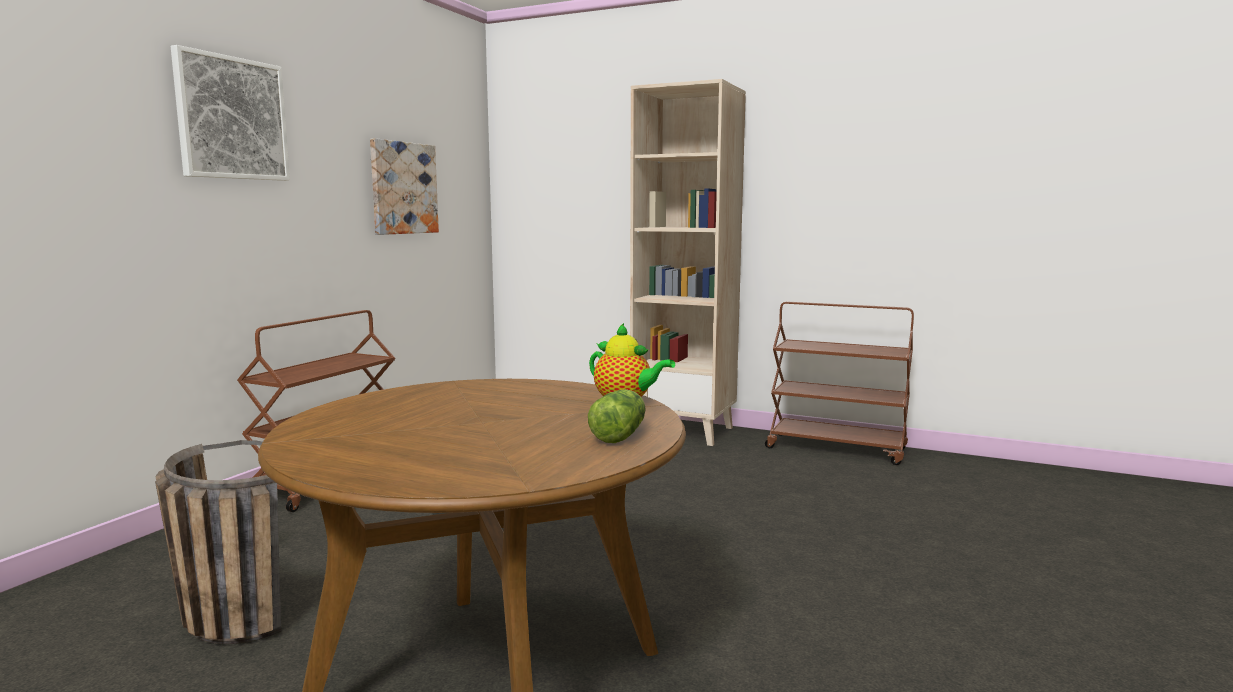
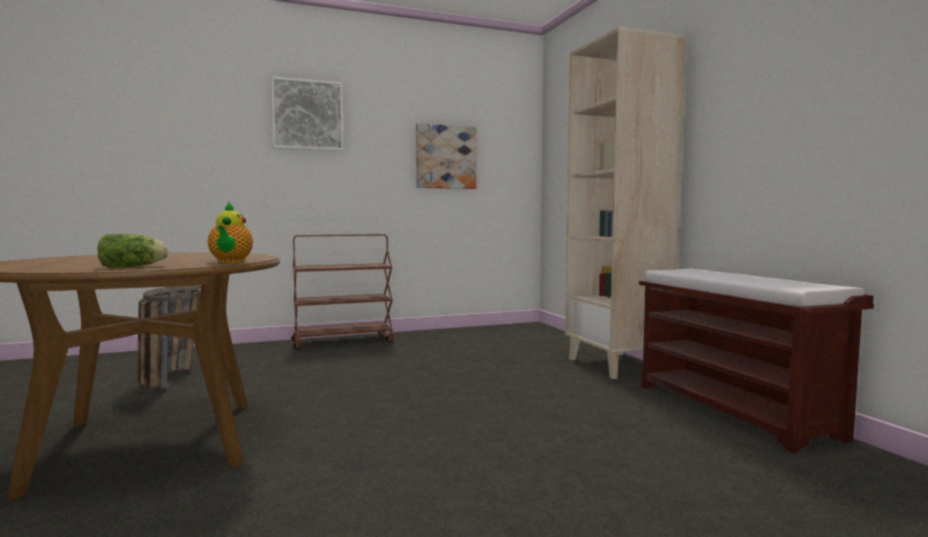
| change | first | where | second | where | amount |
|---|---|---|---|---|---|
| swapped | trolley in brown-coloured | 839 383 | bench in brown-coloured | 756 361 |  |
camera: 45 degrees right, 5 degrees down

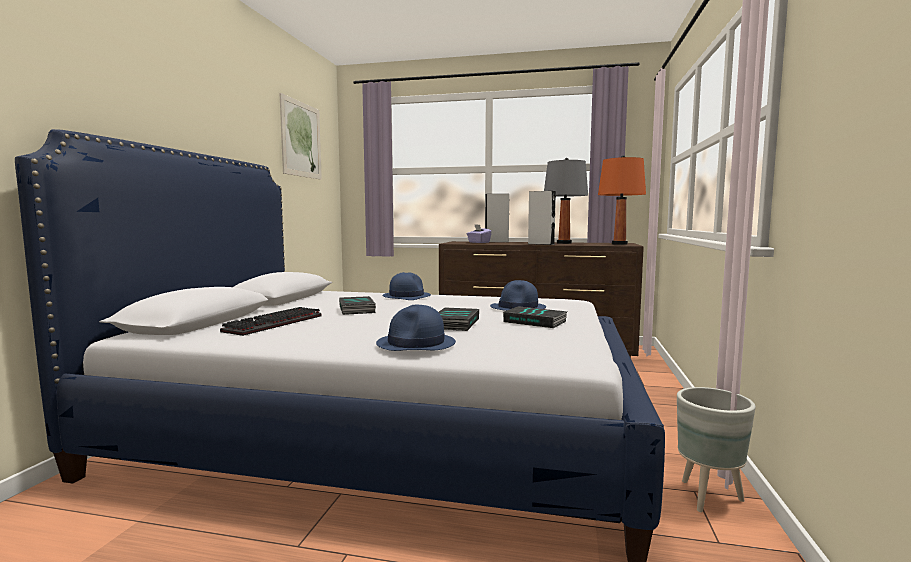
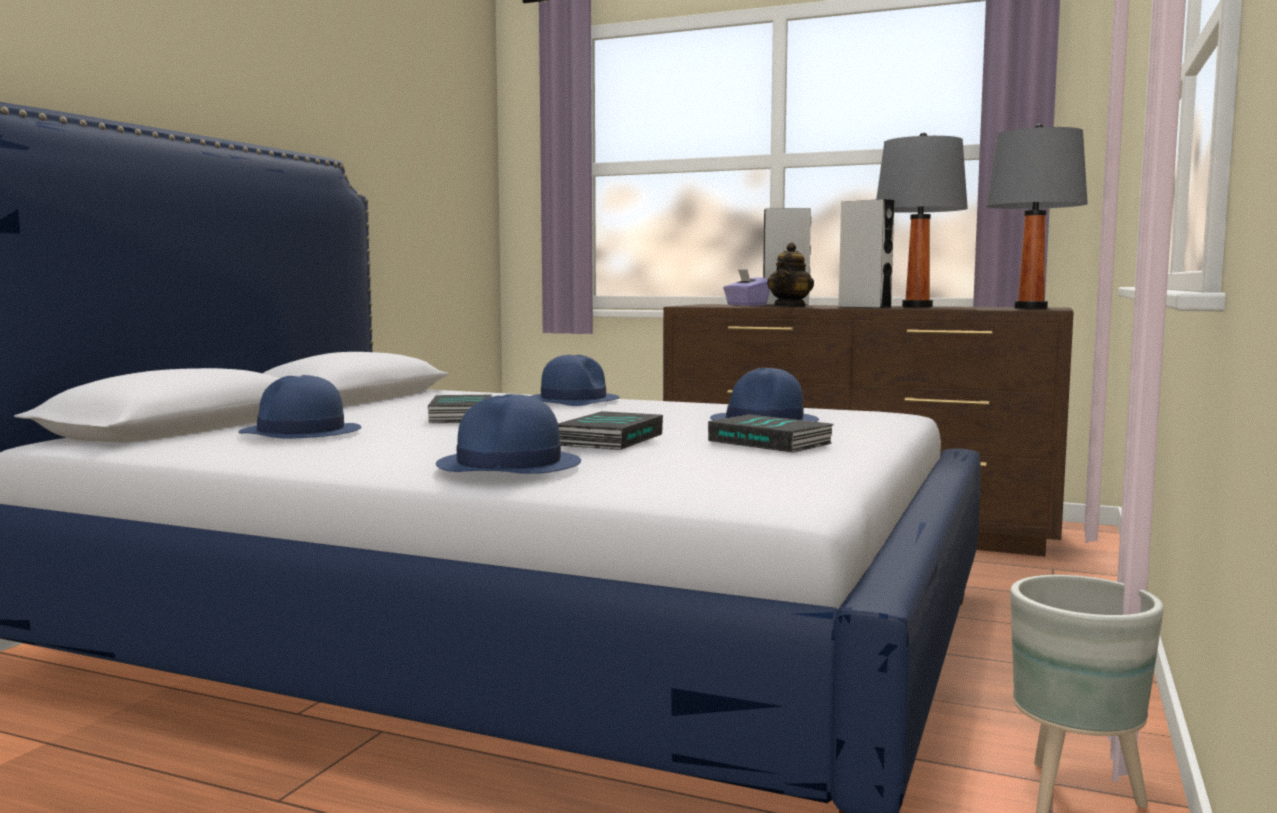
| change | first | where | second | where | amount |
|---|---|---|---|---|---|
| gone | wall picture | 300 136 |  |  |  |
| repainted | tabletop lamp in orange | 622 200 | tabletop lamp in grey | 1037 216 |  |
| swapped | PC keyboard | 271 321 | wearable hat in blue | 300 407 |  |
| new |  |  | pot for tea | 790 275 |  |
camera: 10 degrees right, 0 degrees up

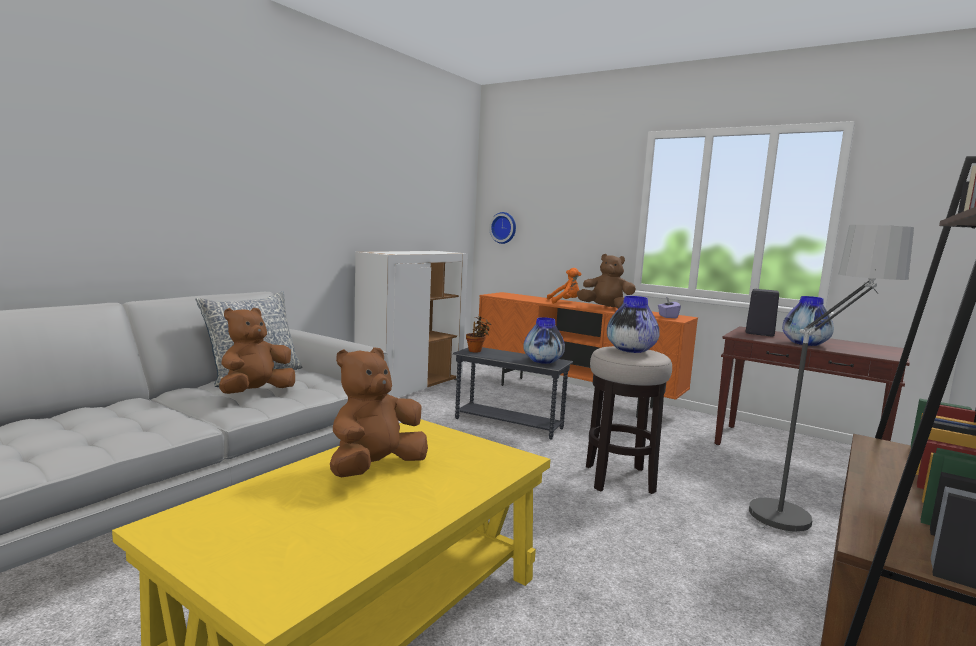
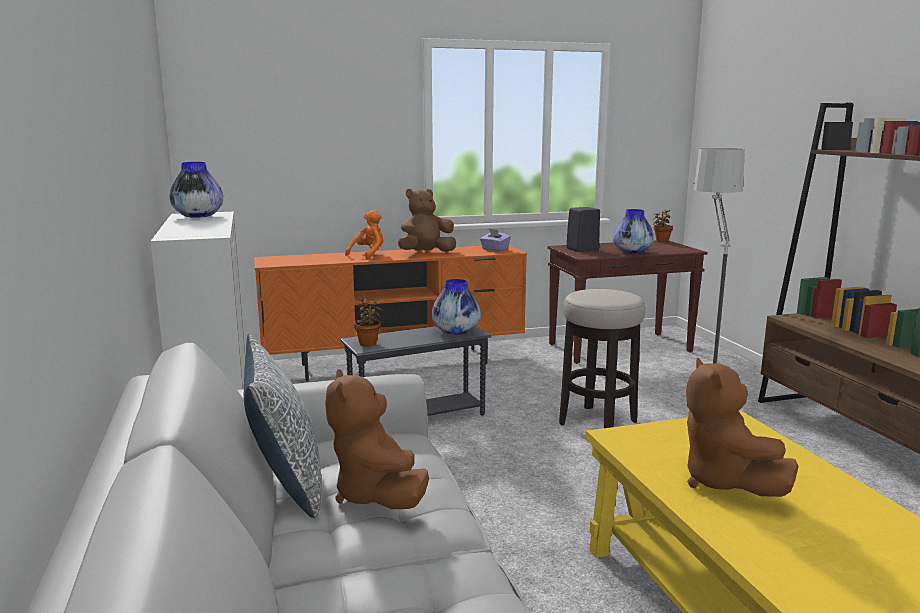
| change | first | where | second | where | amount |
|---|---|---|---|---|---|
| gone | wall clock | 502 228 |  |  |  |
| shifted | vase | 633 324 |  | 196 190 |  |
| new |  |  | plant in a pot | 663 226 |  |
camera: 50 degrees left, 5 degrees up

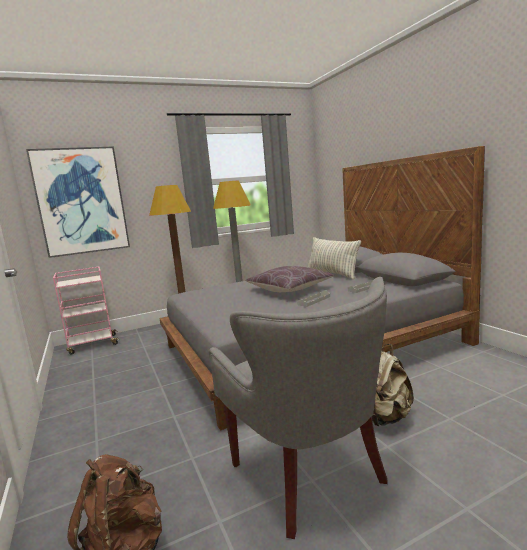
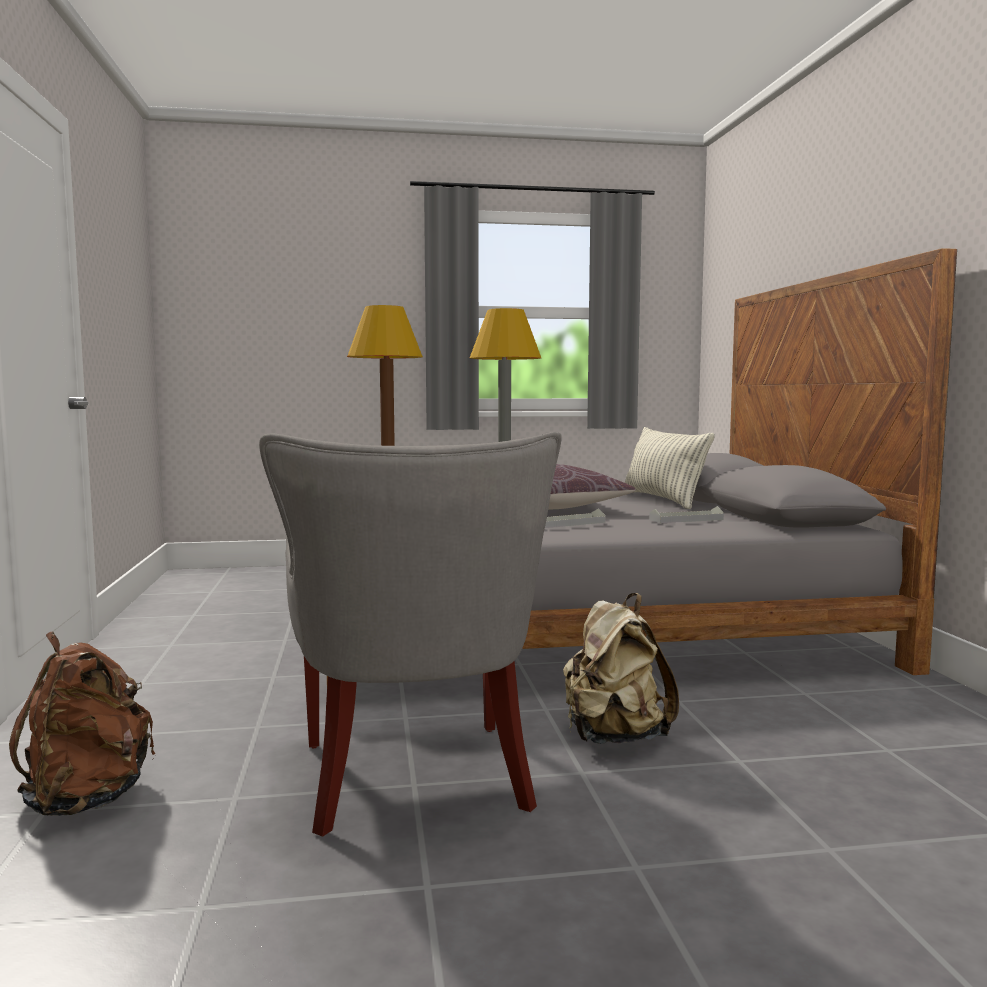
| change | first | where | second | where | amount |
|---|---|---|---|---|---|
| gone | wall picture | 78 202 |  |  |  |
| gone | trolley in pink-coloured | 86 310 |  |  |  |
camera: 15 degrees right, 5 degrees down

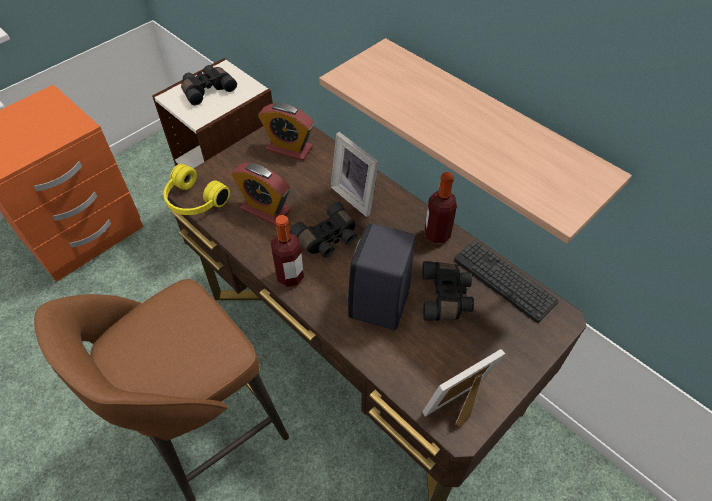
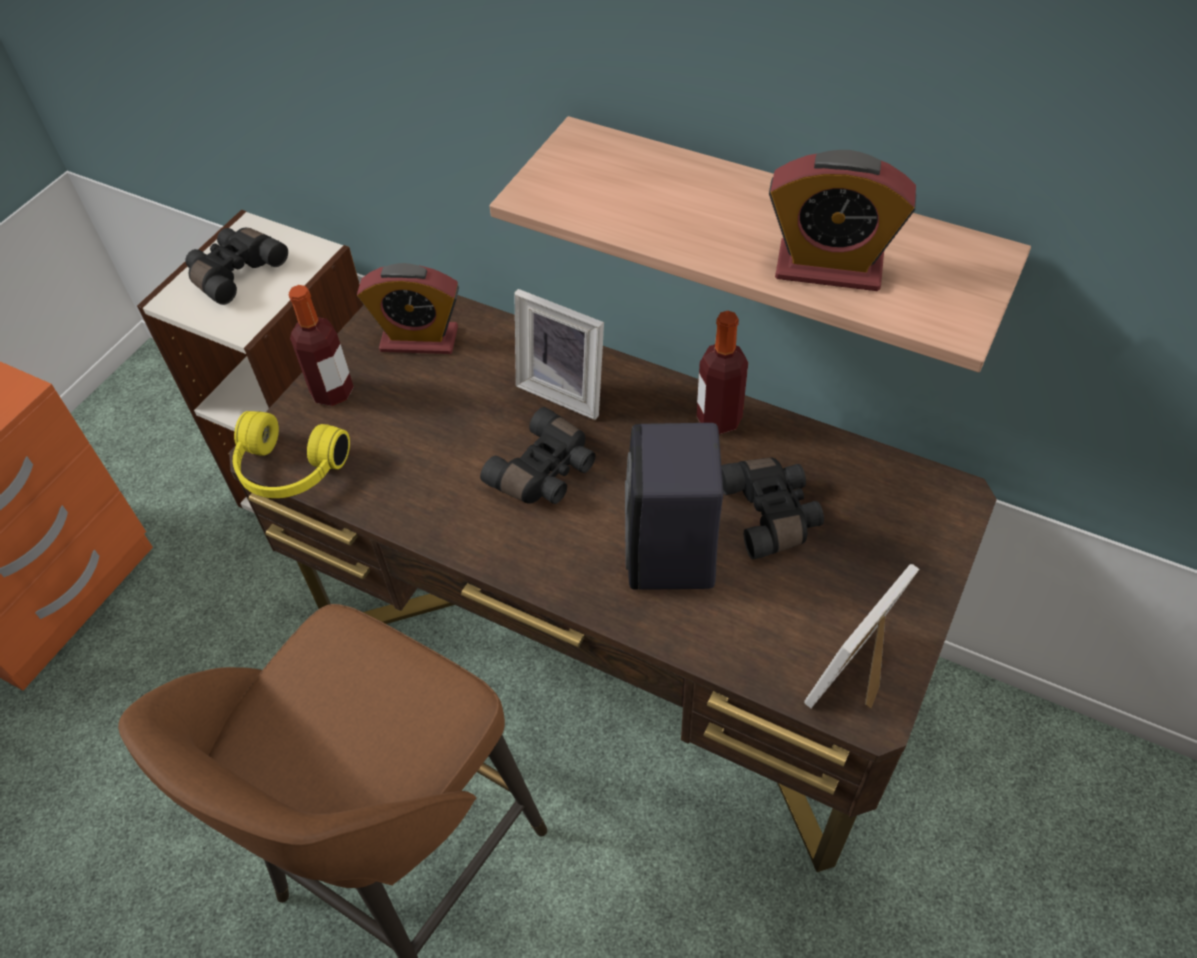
| change | first | where | second | where | amount |
|---|---|---|---|---|---|
| shifted | alarm clock | 261 194 |  | 842 220 |  |
| shifted | bottle | 287 251 |  | 321 345 |  |
| gone | PC keyboard | 506 281 |  |  |  |
camera: 15 degrees left, 0 degrees up

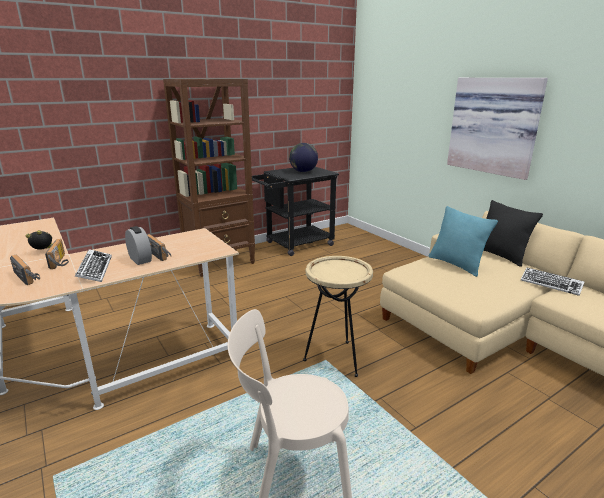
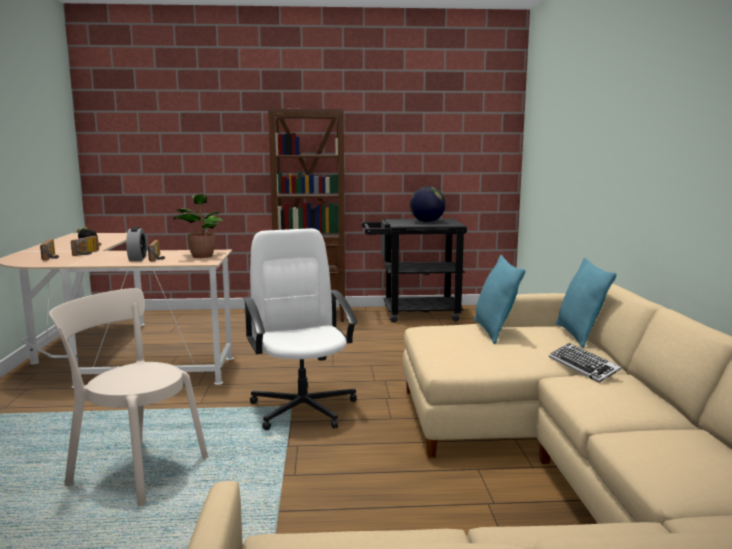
| change | first | where | second | where | amount |
|---|---|---|---|---|---|
| gone | wall picture | 497 129 |  |  |  |
| repainted | cushion in black | 513 233 | cushion in turquoise | 586 303 |  |
| gone | PC keyboard | 93 265 |  |  |  |
| swapped | end table in beige | 338 316 | computer chair in white | 300 329 |  |
| new |  |  | plant in a pot | 198 226 |  |
camera: 30 degrees right, 10 degrees down

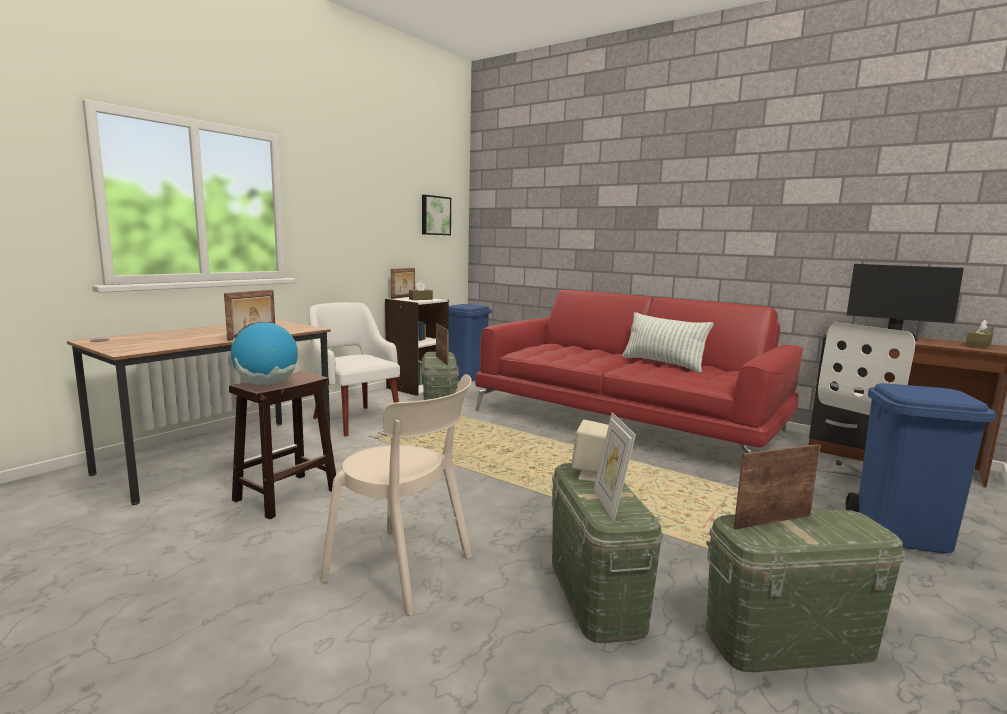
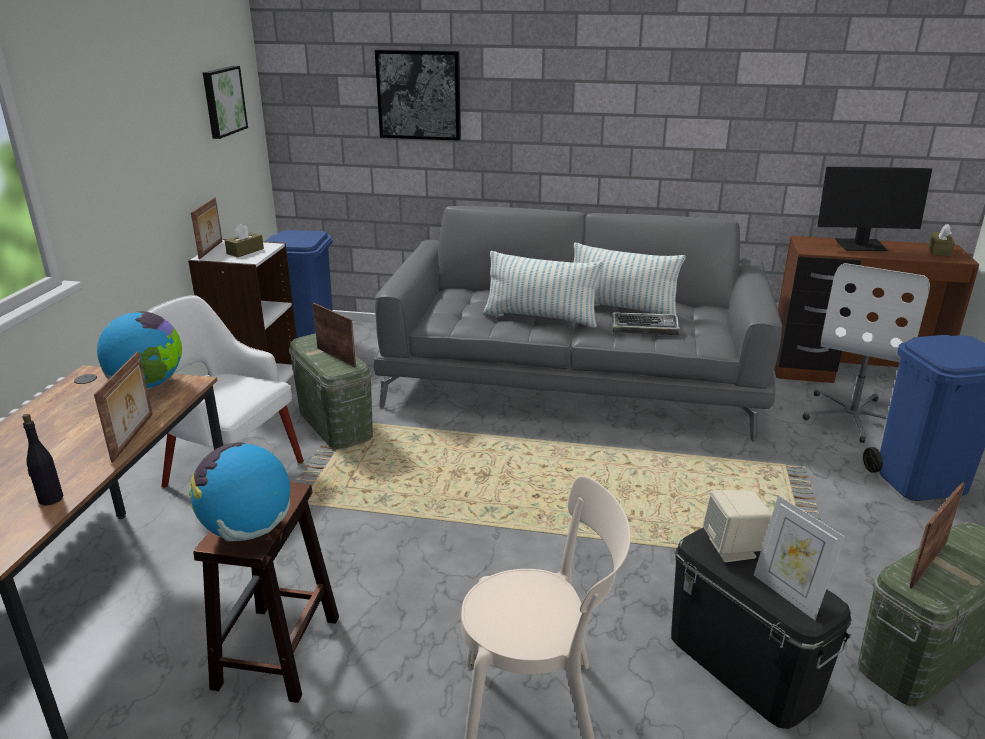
| change | first | where | second | where | amount |
|---|---|---|---|---|---|
| repainted | sofa in red-coloured | 639 371 | sofa in grey | 577 324 |  |
| repainted | storage bin in greenish | 607 553 | storage bin in black | 761 628 |  |
| new |  |  | wall picture | 418 95 |  |
| new |  |  | cushion | 543 289 |  |
| new |  |  | desk globe | 139 350 |  |
| new |  |  | PC keyboard | 645 323 |  |
| new |  |  | bottle in black | 42 459 |  |
camera: 25 degrees left, 15 degrees up

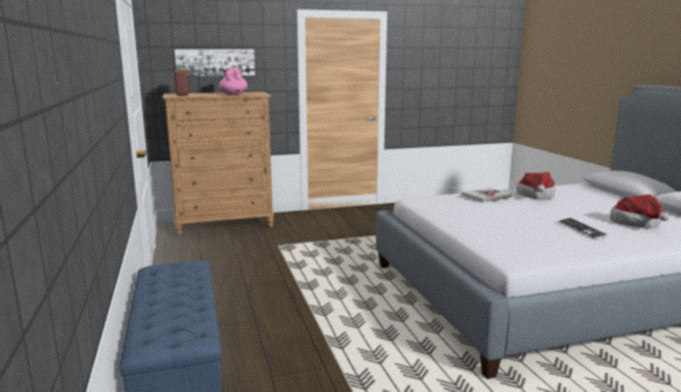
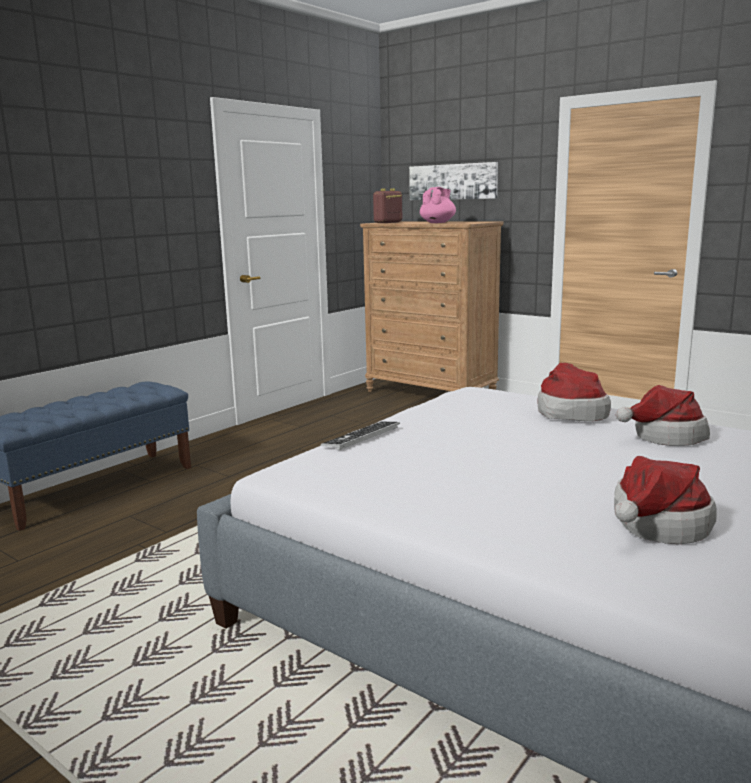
| change | first | where | second | where | amount |
|---|---|---|---|---|---|
| swapped | bound book | 487 195 | wearable hat | 574 392 |  |
| shifted | PC keyboard | 582 228 |  | 360 436 |  |
camera: 55 degrees right, 0 degrees up

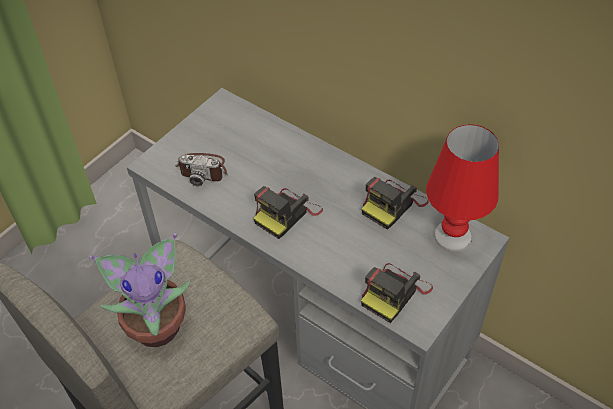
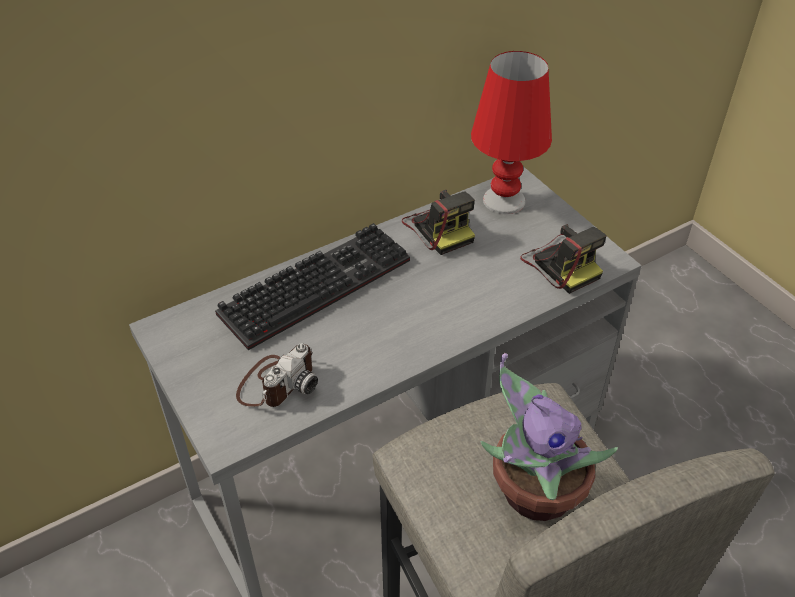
| change | first | where | second | where | amount |
|---|---|---|---|---|---|
| gone | still camera | 288 212 |  |  |  |
| new |  |  | PC keyboard | 312 286 |  |
camera: 70 degrees left, 5 degrees down

